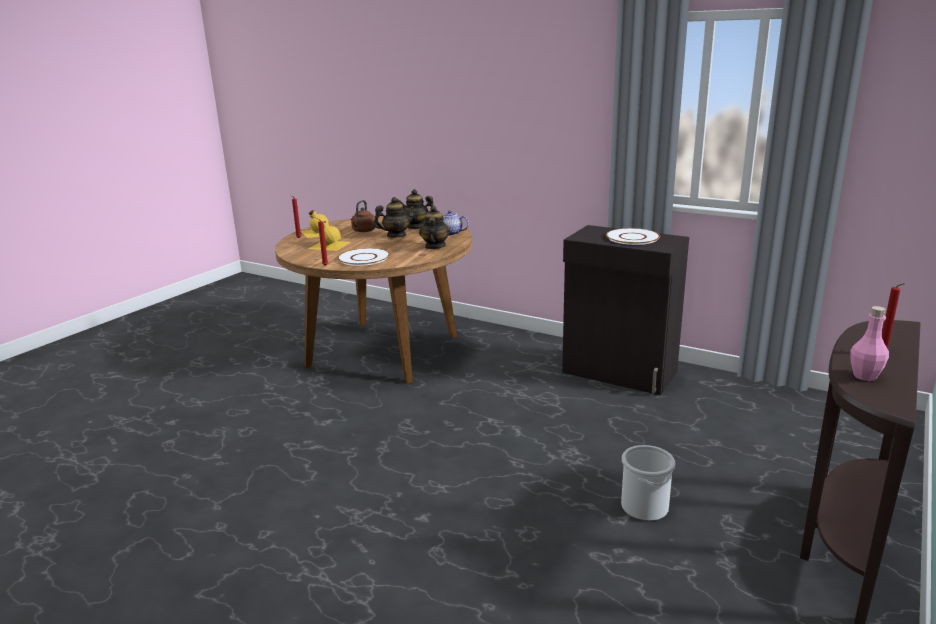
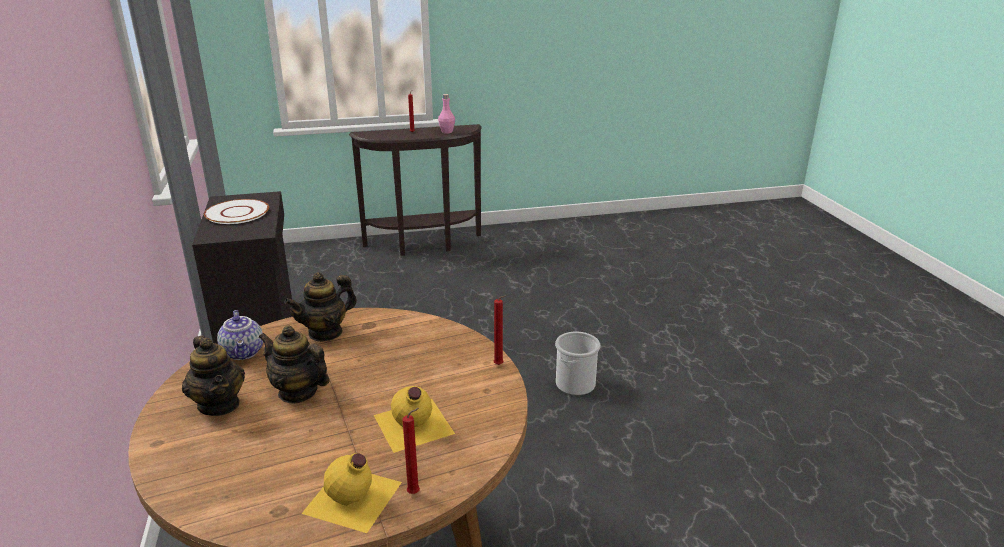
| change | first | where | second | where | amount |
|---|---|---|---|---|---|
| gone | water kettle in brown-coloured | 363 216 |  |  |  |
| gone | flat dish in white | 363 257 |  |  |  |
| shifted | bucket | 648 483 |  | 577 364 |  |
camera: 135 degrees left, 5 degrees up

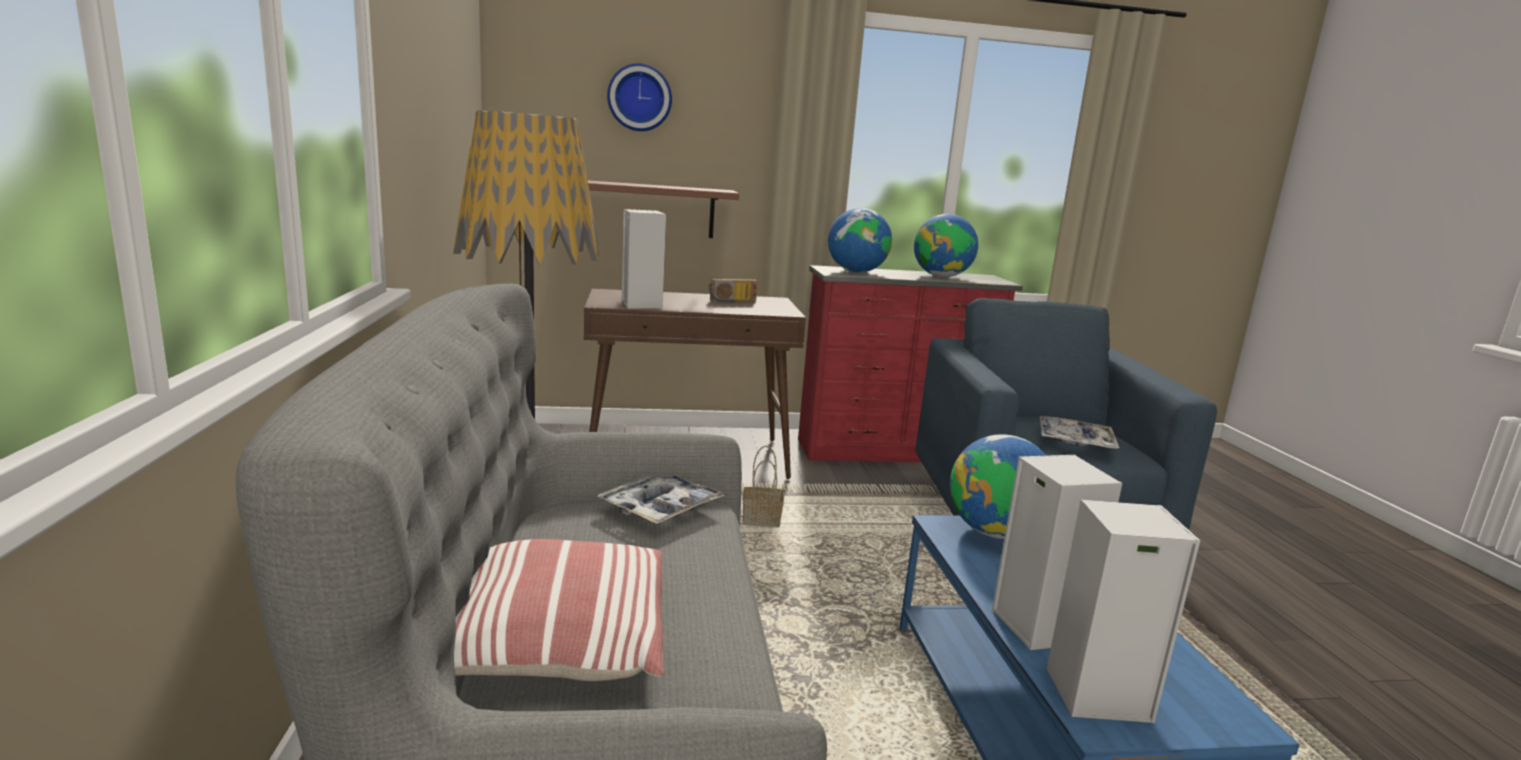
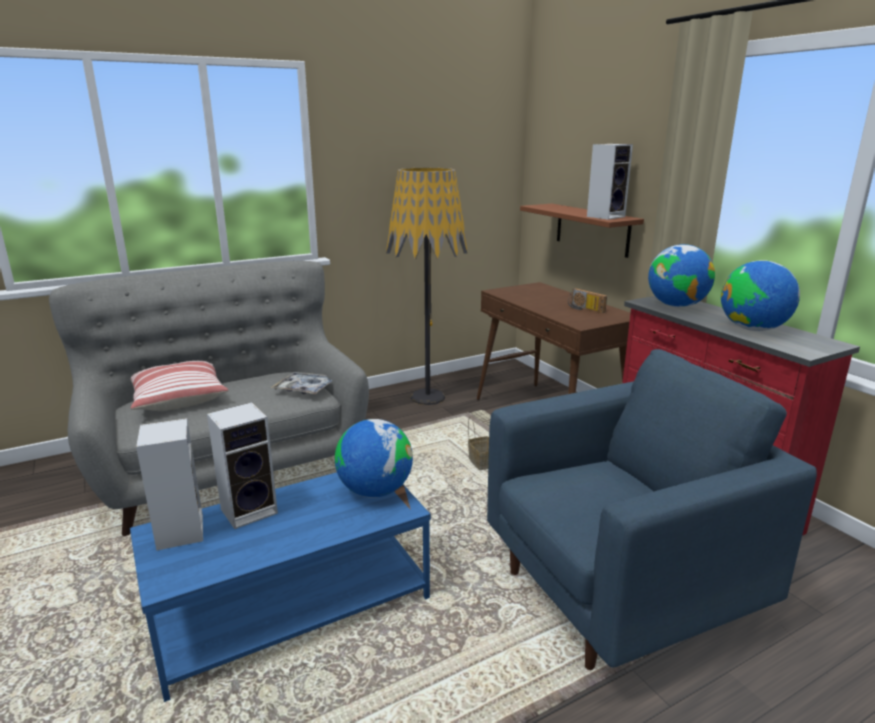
| change | first | where | second | where | amount |
|---|---|---|---|---|---|
| gone | wall clock | 639 97 |  |  |  |
| shifted | speaker | 644 259 |  | 610 182 |  |
| gone | serving tray | 1079 432 |  |  |  |
camera: 70 degrees right, 5 degrees up

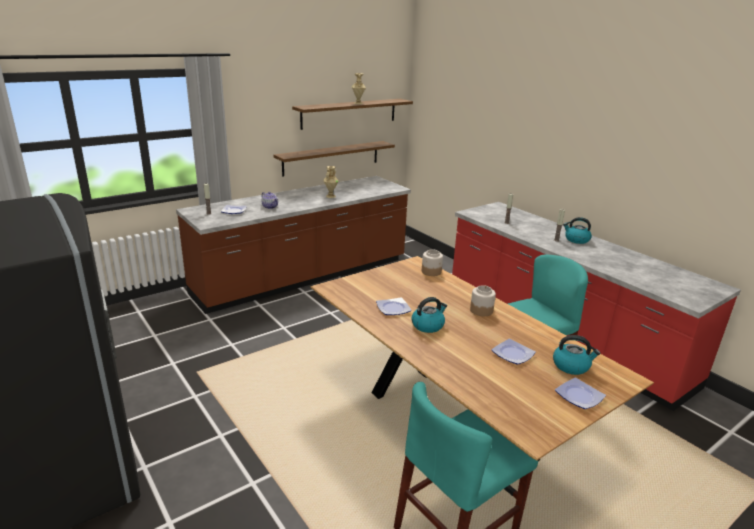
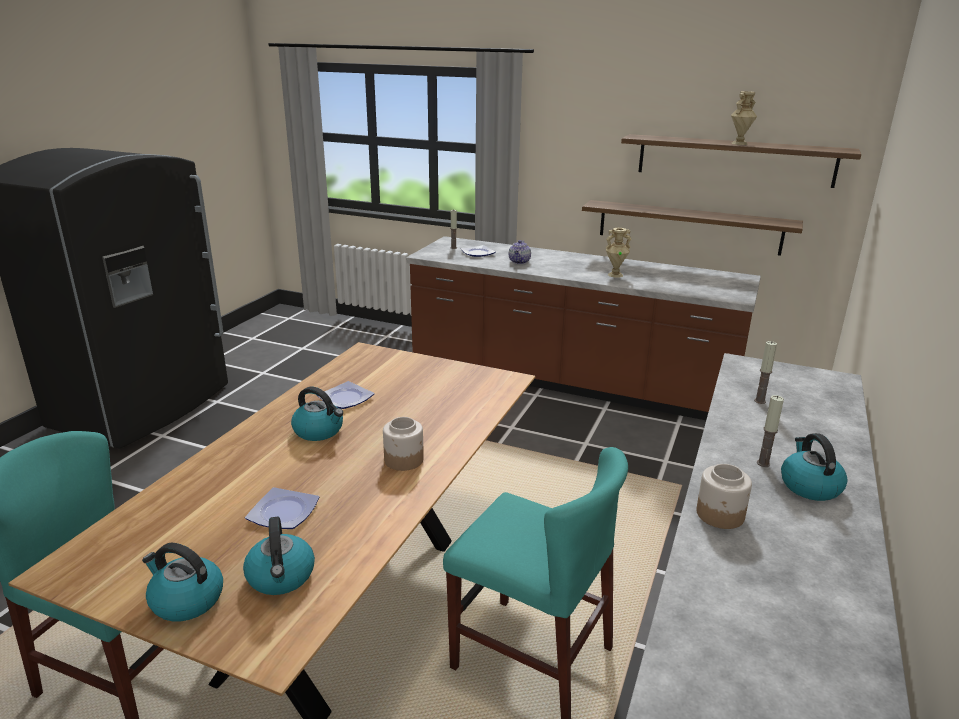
| change | first | where | second | where | amount |
|---|---|---|---|---|---|
| shifted | jar | 432 262 |  | 724 496 |  |
| swapped | flat dish | 580 393 | water kettle | 182 582 |  |
camera: 60 degrees right, 0 degrees up

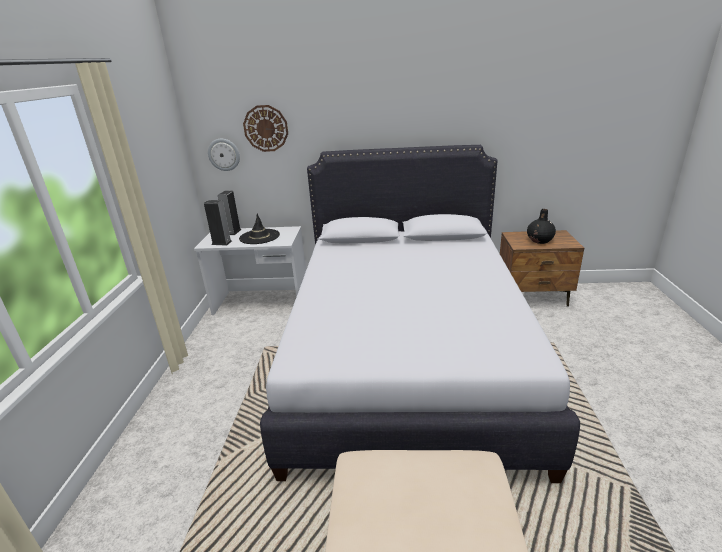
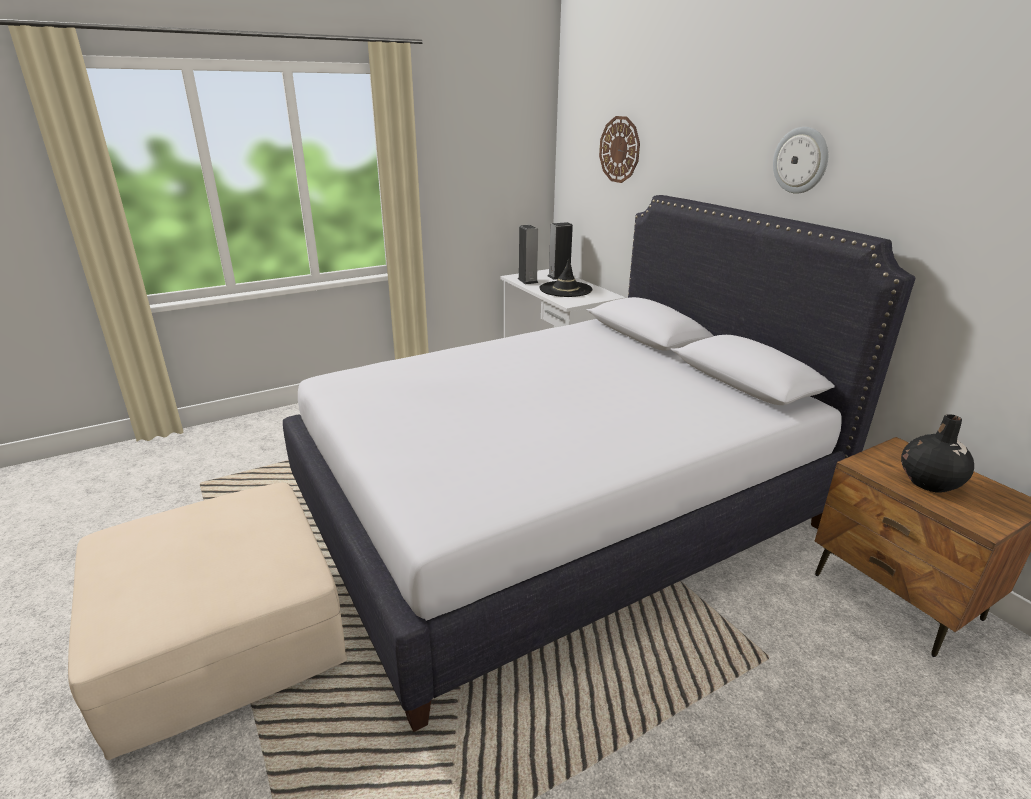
| change | first | where | second | where | amount |
|---|---|---|---|---|---|
| shifted | wall clock | 224 155 |  | 800 160 |  |
camera: 55 degrees right, 0 degrees up

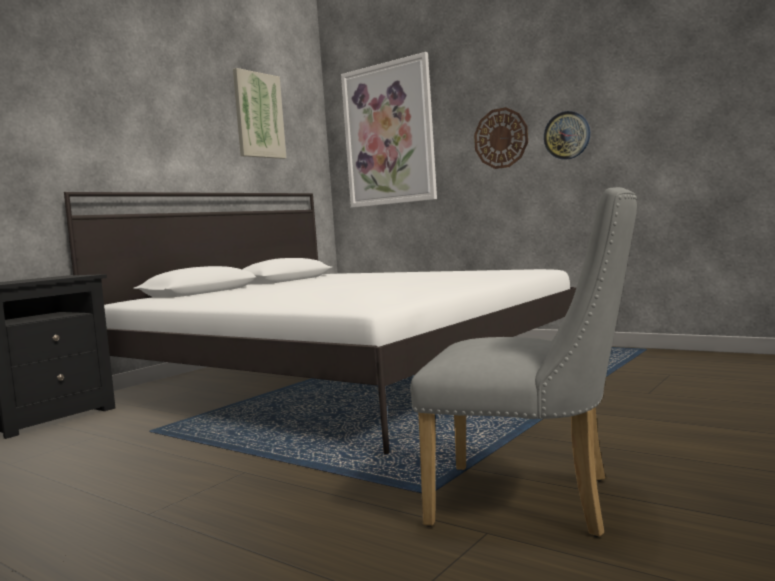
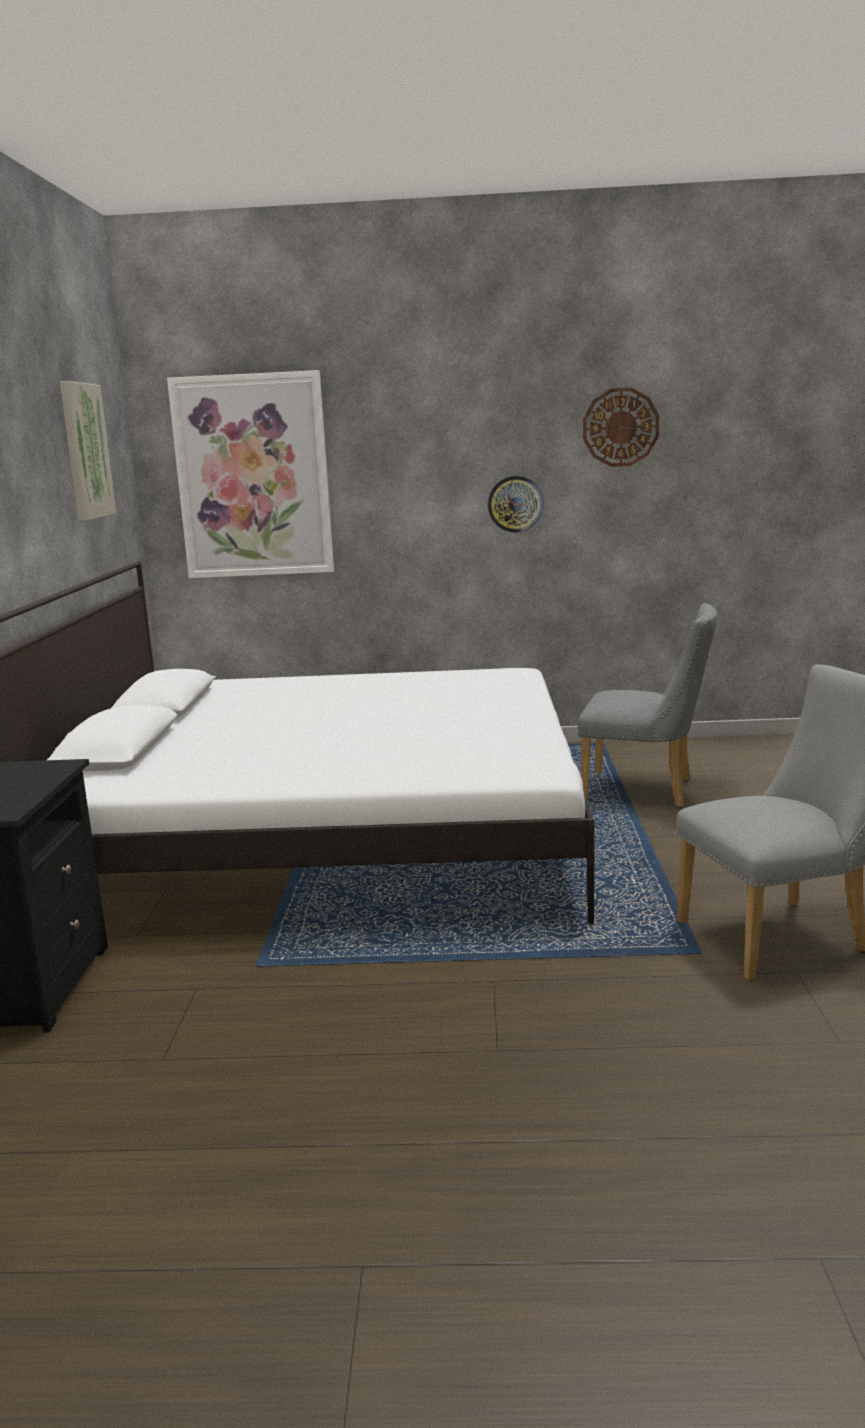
| change | first | where | second | where | amount |
|---|---|---|---|---|---|
| shifted | wall clock | 501 138 |  | 621 427 |  |
| new |  |  | chair in grey | 647 705 |  |
camera: 35 degrees left, 10 degrees up

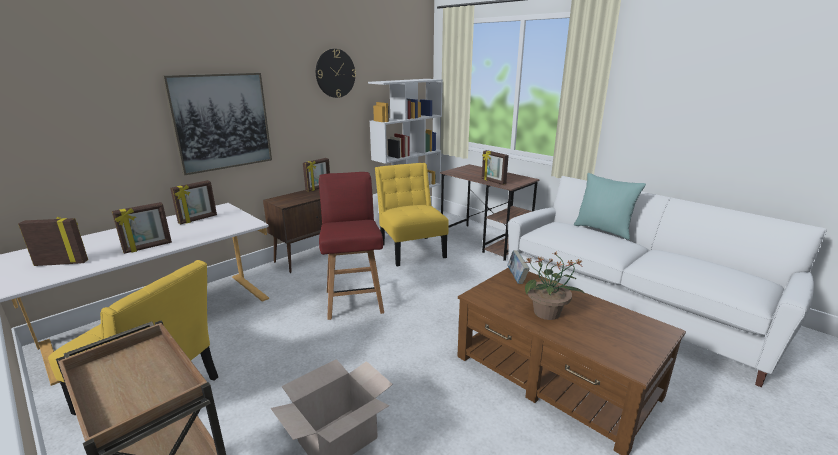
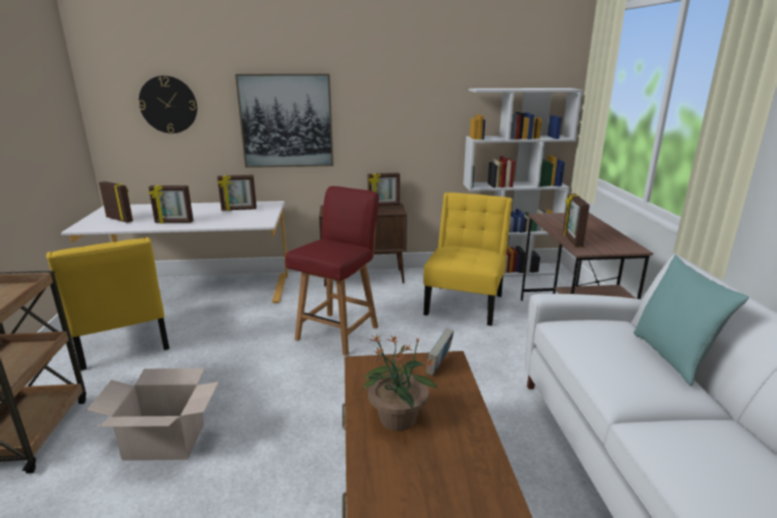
| change | first | where | second | where | amount |
|---|---|---|---|---|---|
| shifted | wall clock | 336 73 |  | 168 104 |  |
camera: 40 degrees right, 0 degrees up

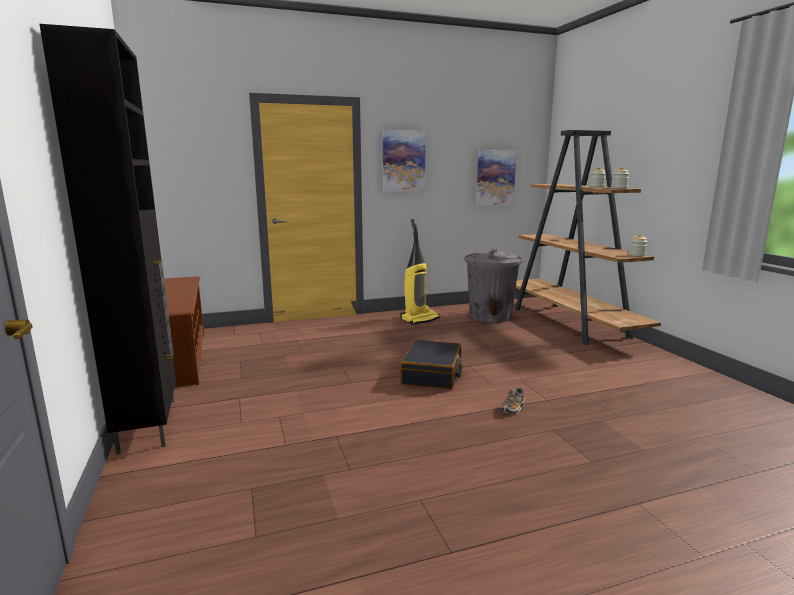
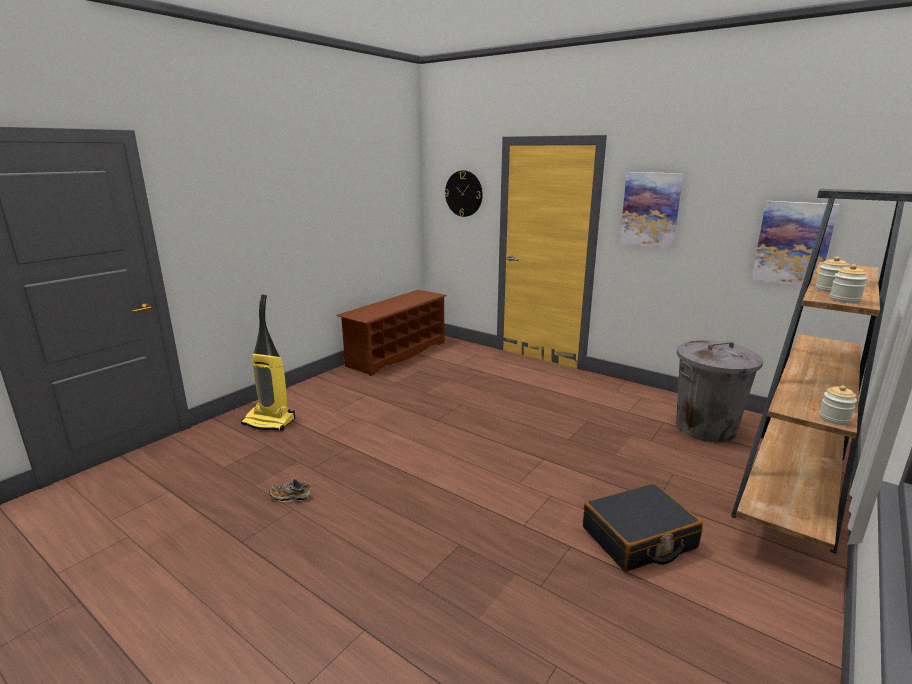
| change | first | where | second | where | amount |
|---|---|---|---|---|---|
| gone | storage cabinet in black | 108 239 |  |  |  |
| shifted | hoover | 420 272 |  | 268 362 |  |
| shifted | travel case in black | 431 364 |  | 643 527 |  |
| shifted | item of footwear | 513 400 |  | 289 490 |  |
| new |  |  | wall clock | 463 193 |  |
camera: 55 degrees right, 5 degrees up

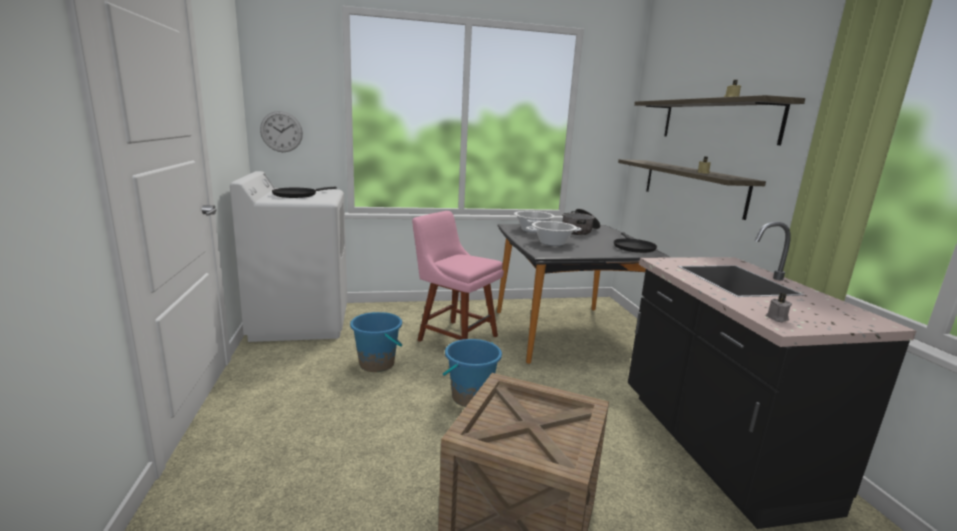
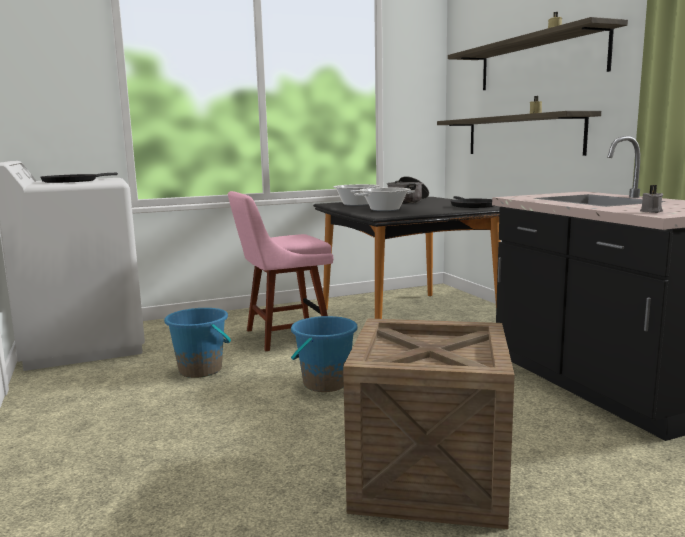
| change | first | where | second | where | amount |
|---|---|---|---|---|---|
| gone | wall clock | 281 131 |  |  |  |
| rotated | chair in pink-coloured | 458 276 |  | 280 271 | 45 degrees counterclockwise |
camera: 10 degrees left, 5 degrees down

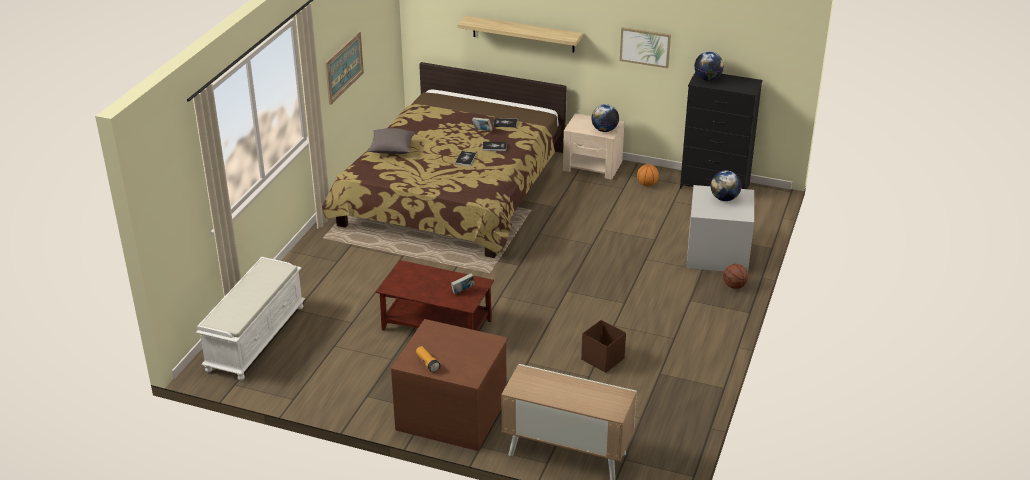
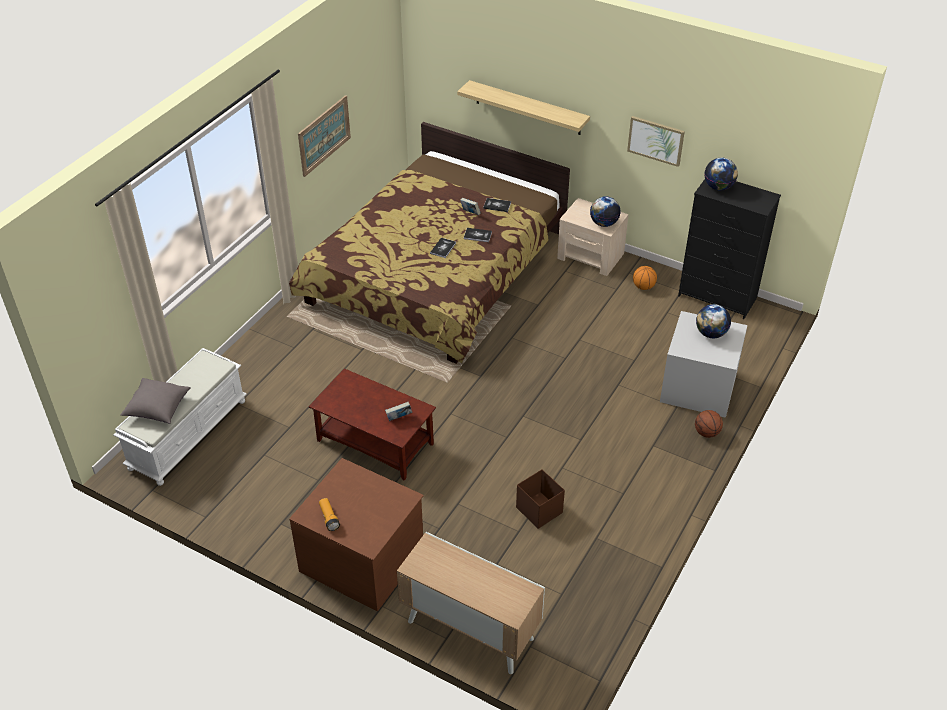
| change | first | where | second | where | amount |
|---|---|---|---|---|---|
| shifted | cushion in grey | 391 141 |  | 156 401 |  |
camera: 10 degrees right, 10 degrees up

